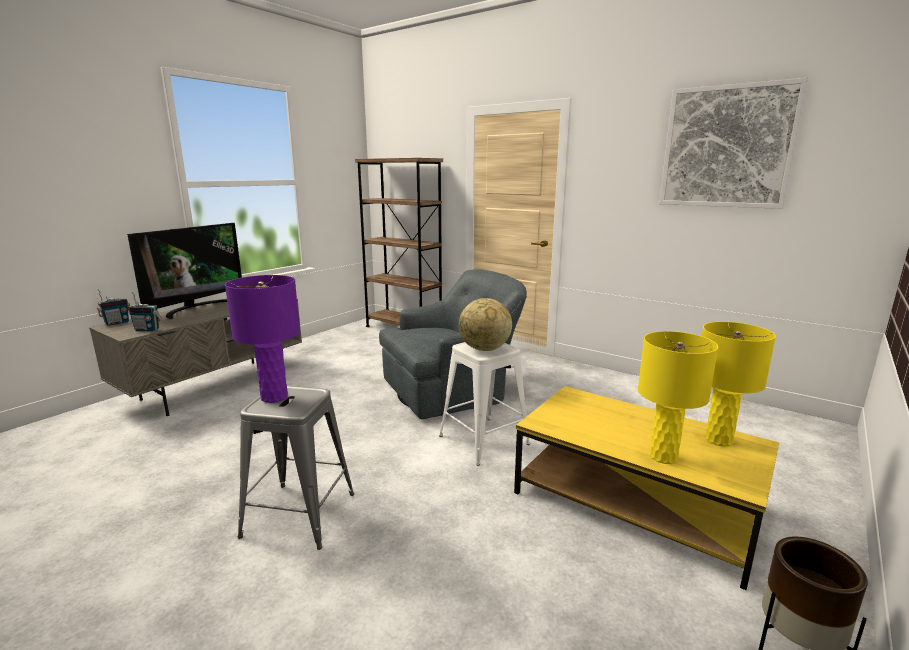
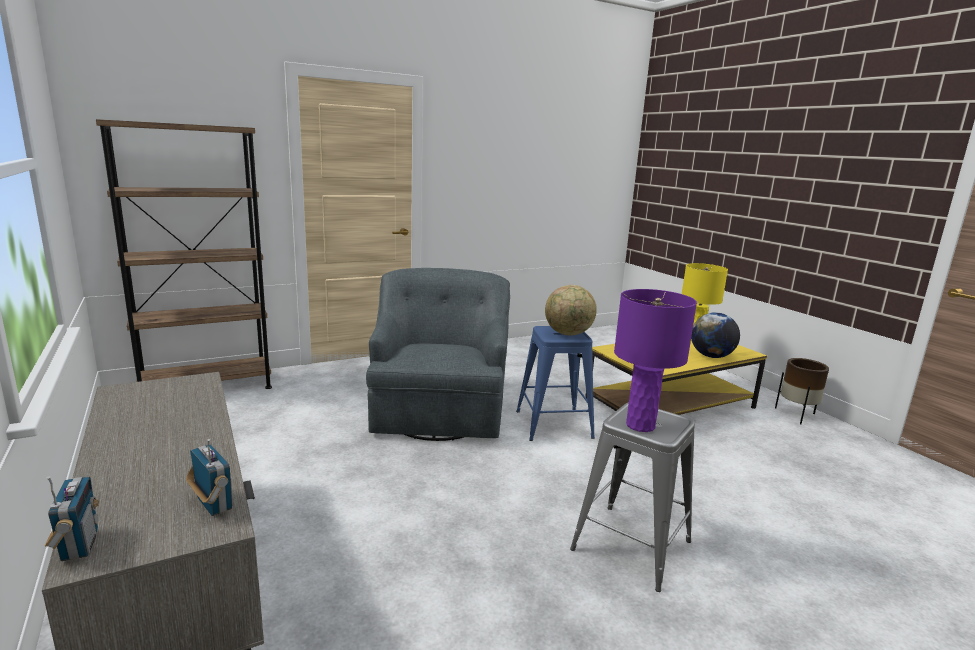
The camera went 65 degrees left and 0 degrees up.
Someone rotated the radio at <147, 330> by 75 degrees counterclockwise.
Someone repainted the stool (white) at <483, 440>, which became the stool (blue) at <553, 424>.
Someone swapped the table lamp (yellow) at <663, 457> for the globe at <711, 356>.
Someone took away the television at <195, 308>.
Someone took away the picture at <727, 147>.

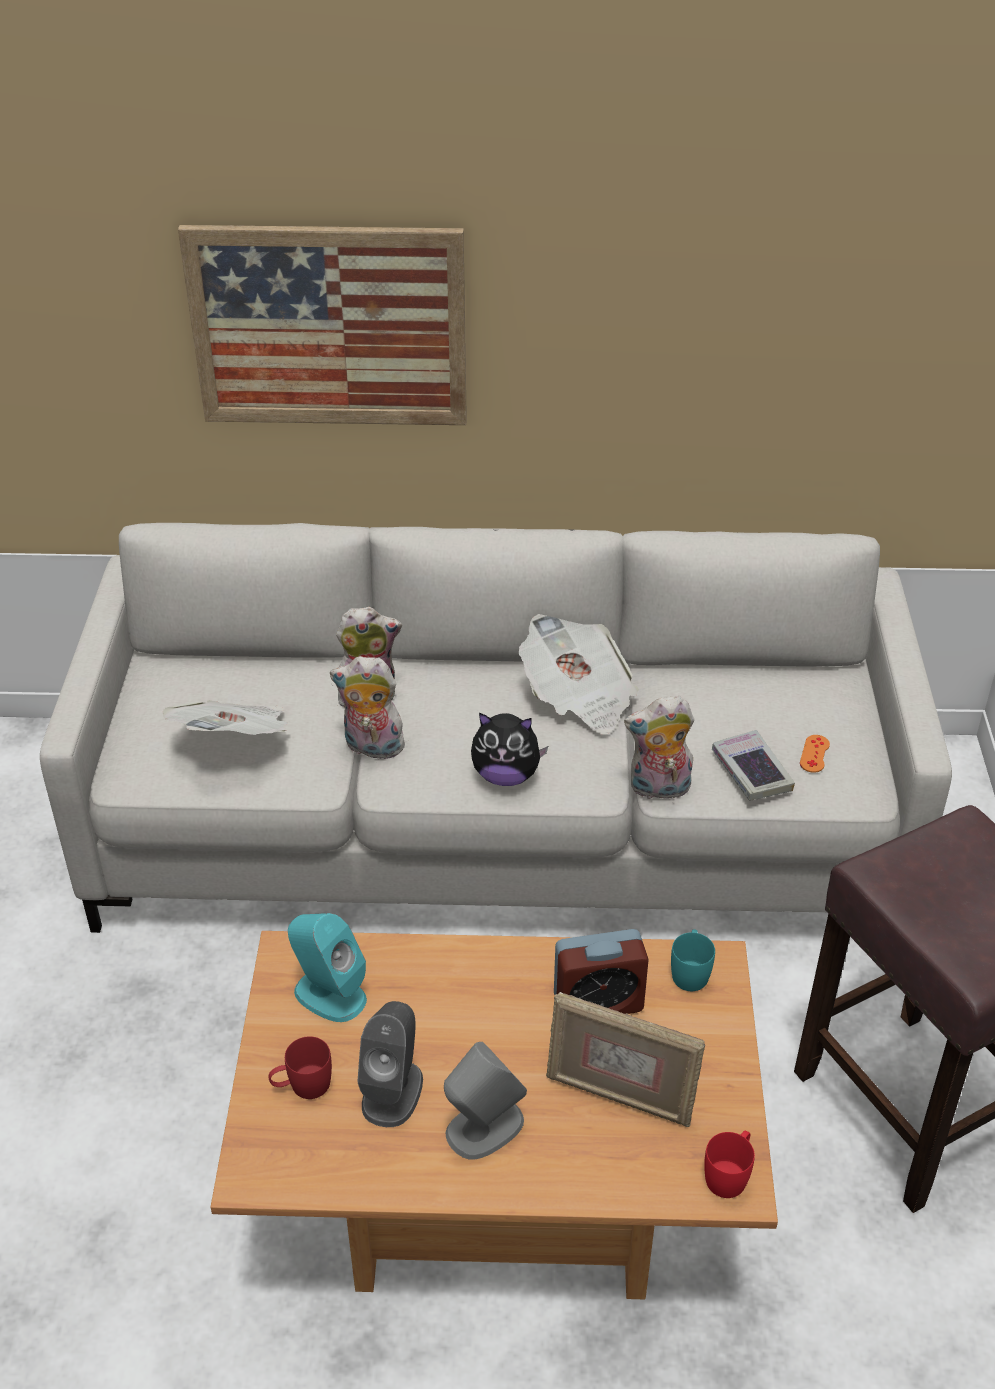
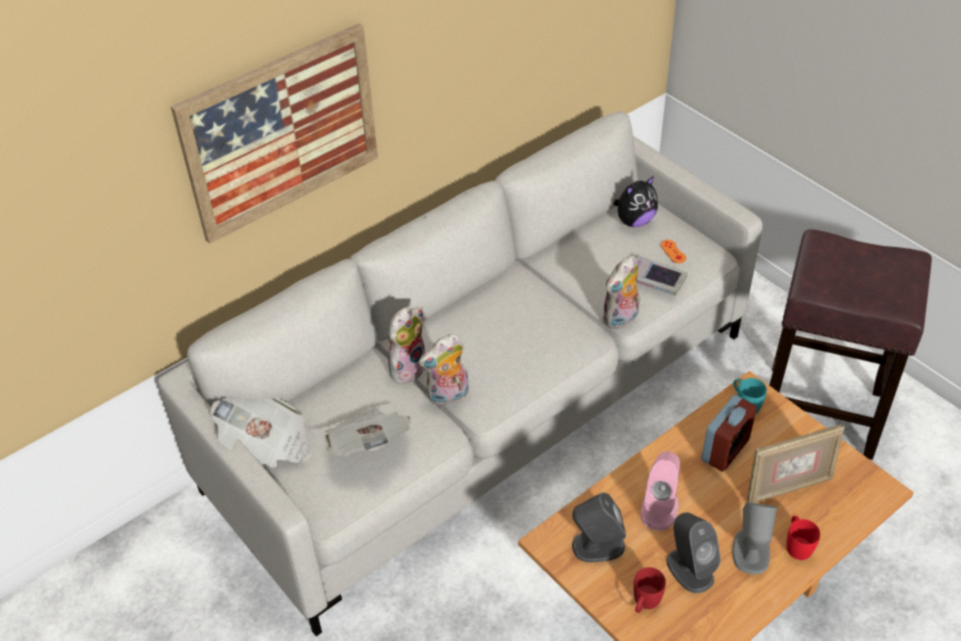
The camera went 40 degrees left and 5 degrees up.
Someone carried the newspaper from <578, 696> to <268, 445>.
Someone repainted the speaker (turquoise) at <329, 994>, which became the speaker (grey) at <597, 546>.
Someone carried the plush toy from <506, 775> to <634, 221>.
Someone put down the speaker (pink) at <659, 508>.
Someone carried the mug (red) from <729, 1174> to <797, 544>.

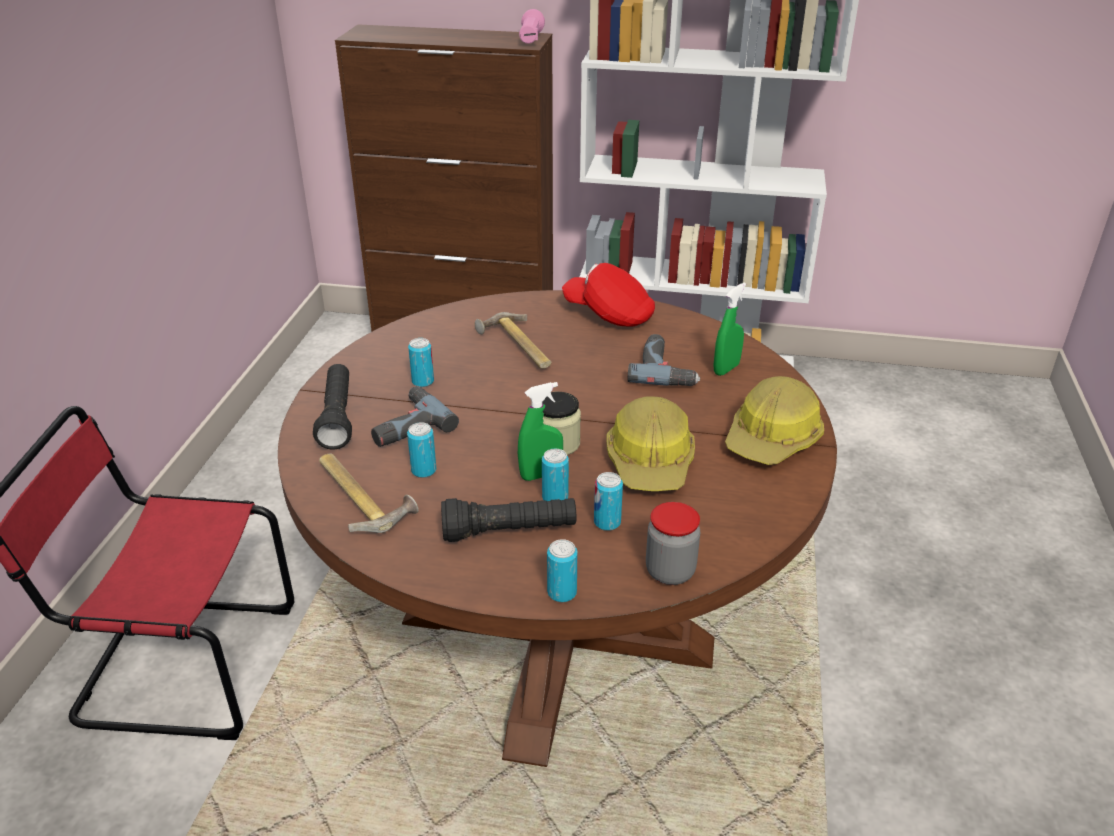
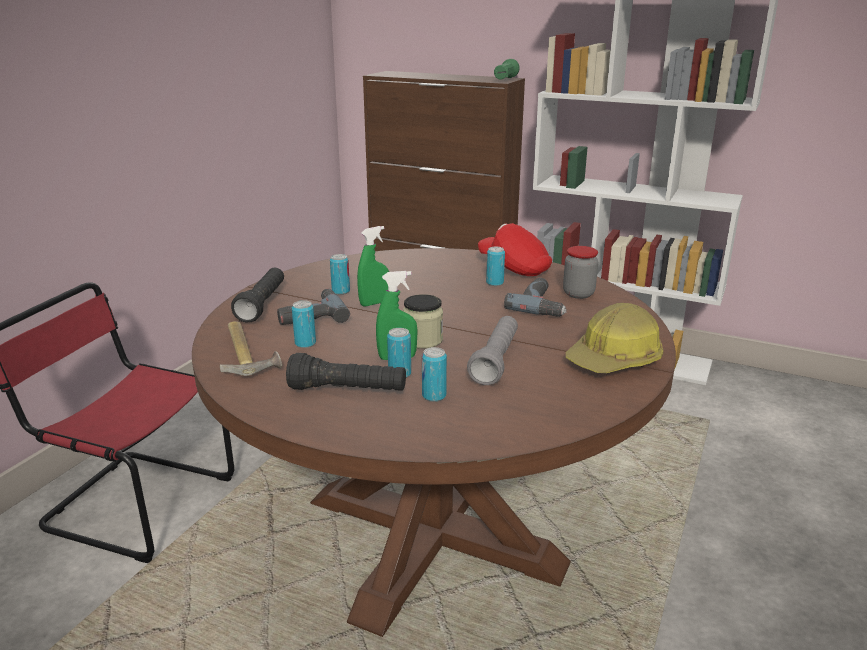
The camera went 15 degrees right and 10 degrees down.
Someone carried the spray bottle (green) from <726, 369> to <374, 303>.
Someone swapped the hard hat at <651, 462> for the flashlight (grey) at <495, 361>.
Someone carried the can from <562, 593> to <494, 283>.
Someone repainted the flashlight (pink) at <530, 40>, which became the flashlight (green) at <505, 79>.
Someone carried the jar from <670, 571> to <578, 294>.
Someone took away the hammer at <517, 347>.

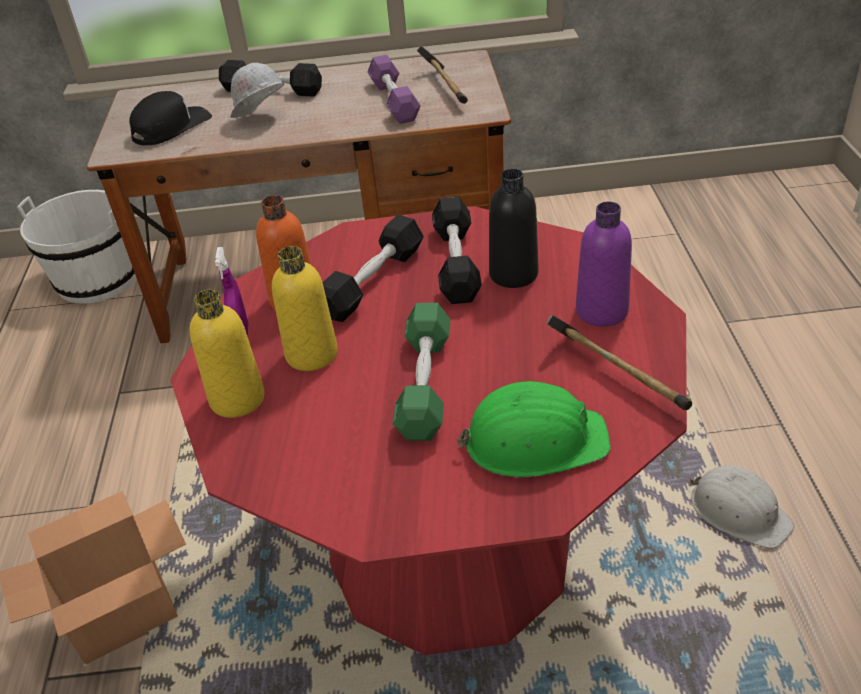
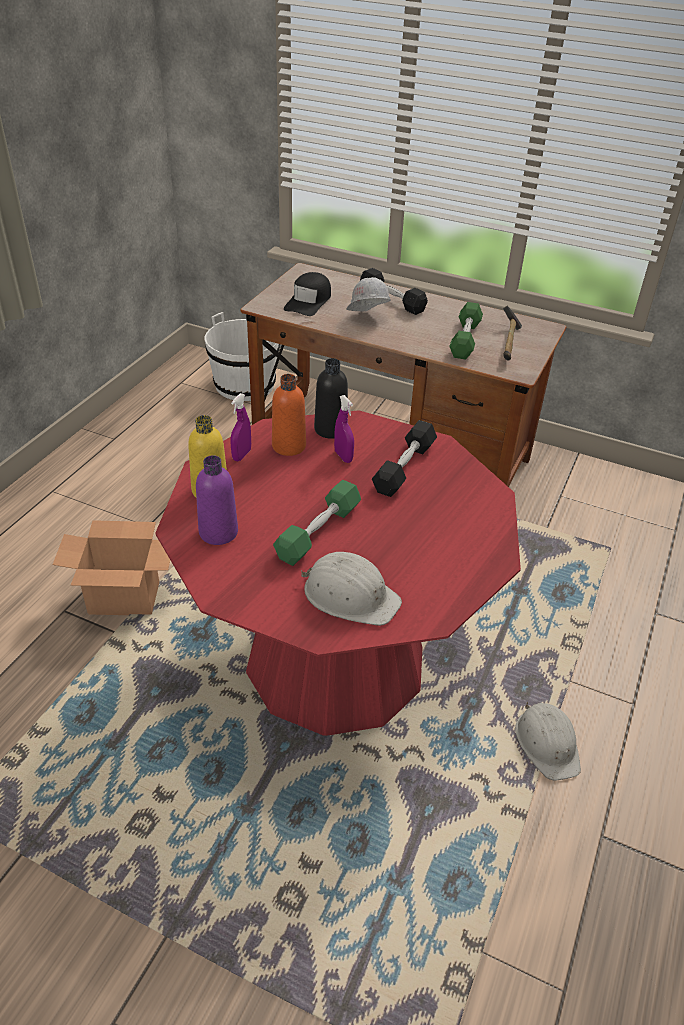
The camera went 25 degrees right and 0 degrees up.
Someone carried the bottle (purple) from <601, 311> to <218, 532>.
Someone rotated the cap (black) at <171, 127> by 135 degrees clockwise.
Someone repainted the hard hat (green) at <534, 440>, which became the hard hat (white) at <350, 595>.
Someone carried the bottle (black) from <513, 274> to <330, 429>.
Someone swapped the dumbbell (black) at <373, 282> for the spray bottle (purple) at <343, 456>.
Someone repainted the dumbbell (purple) at <394, 101>, which became the dumbbell (green) at <465, 339>.
Someone took away the bottle (yellow) at <311, 354>.
Someone took away the hammer at <614, 375>.

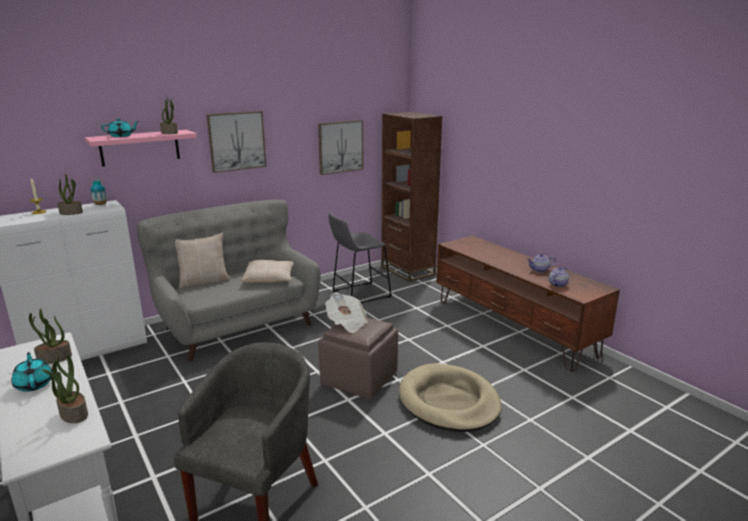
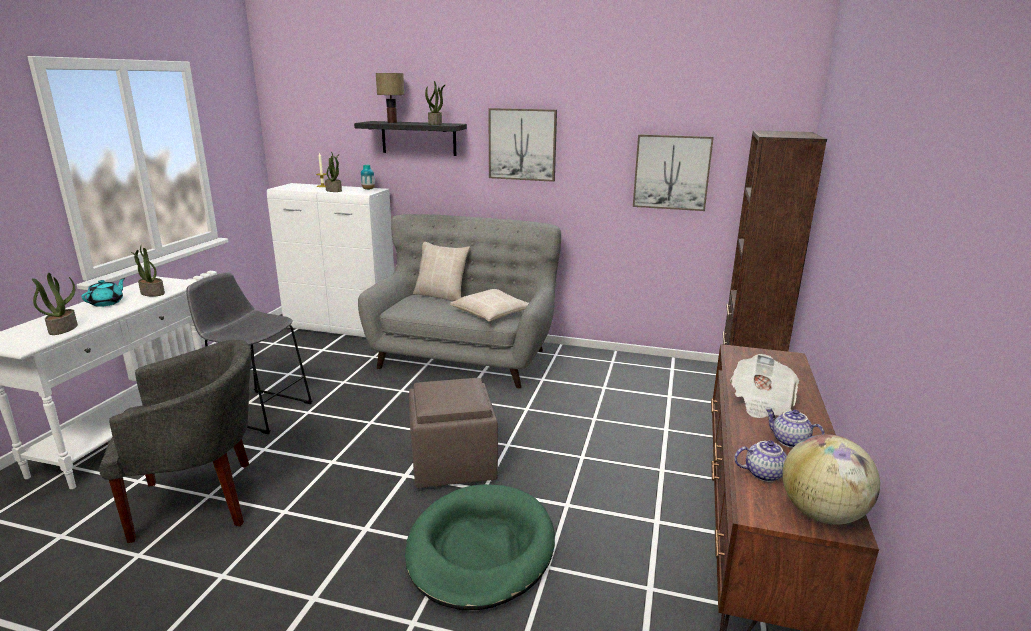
The camera went 50 degrees right and 0 degrees up.
Someone carried the stool (grey) from <358, 295> to <258, 410>.
Someone repainted the shelf (pink) at <140, 147>, which became the shelf (black) at <418, 138>.
Someone swapped the teapot (turquoise) at <121, 136> for the table lamp at <392, 122>.
Someone repainted the dog bed (beige) at <449, 401>, which became the dog bed (green) at <480, 549>.
Someone carried the newspaper from <346, 323> to <761, 403>.
Someone put down the globe at <822, 514>.

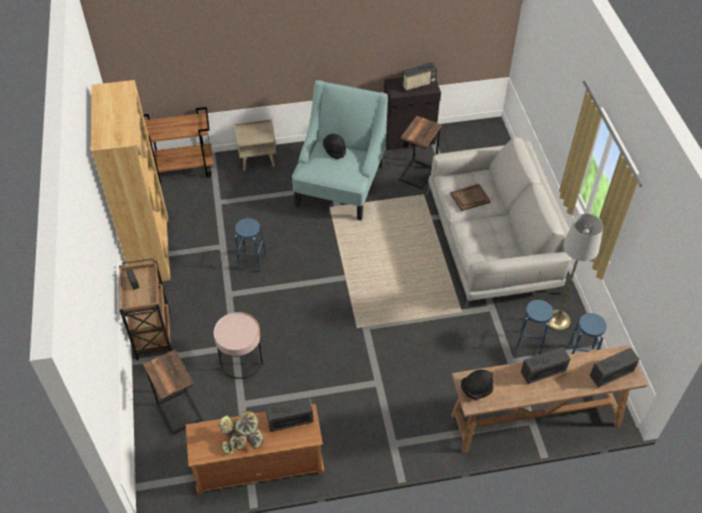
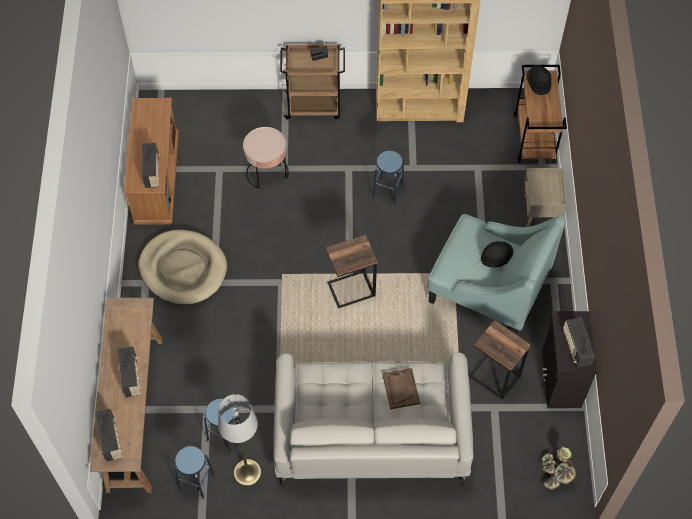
The camera went 100 degrees right and 10 degrees up.
Someone put down the dog bed (beige) at <183, 269>.
Someone carried the side table from <180, 411> to <351, 290>.
Someone carried the hat (black) from <476, 389> to <538, 83>.
Someone carried the potted plant from <242, 439> to <556, 474>.

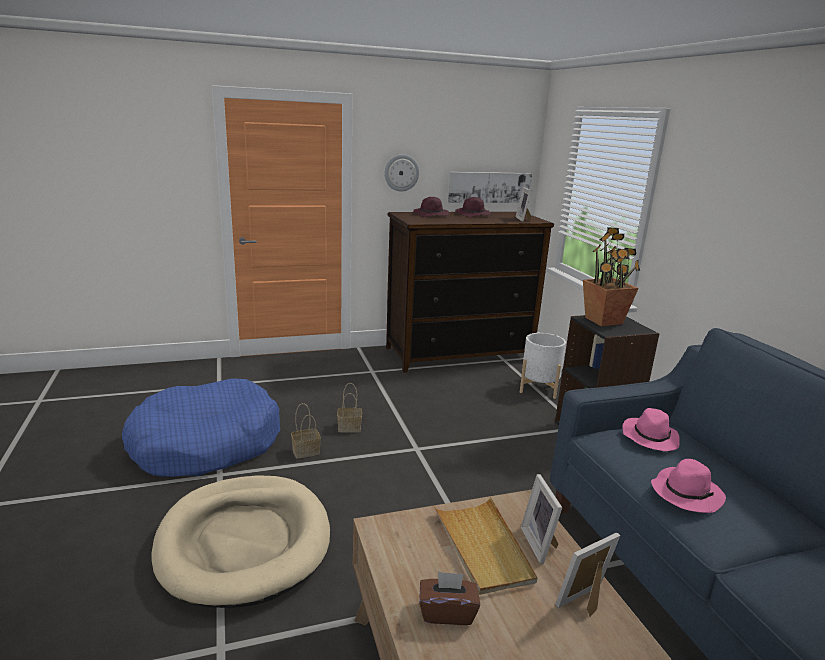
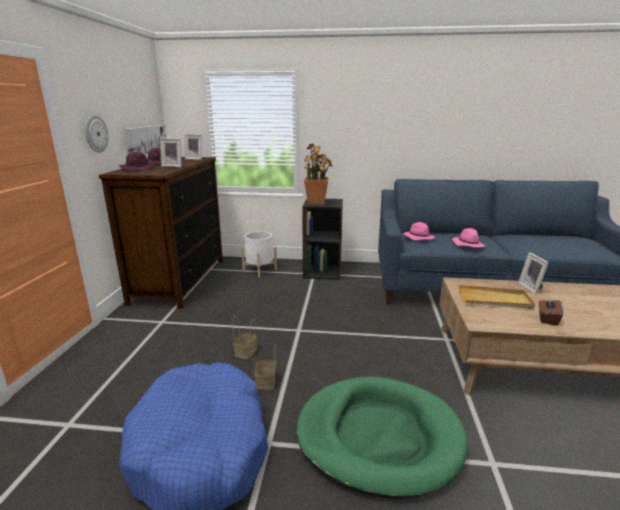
The camera went 65 degrees left and 0 degrees up.
Someone carried the picture frame from <541, 544> to <173, 166>.
Someone repainted the dog bed (beige) at <244, 542>, which became the dog bed (green) at <378, 437>.

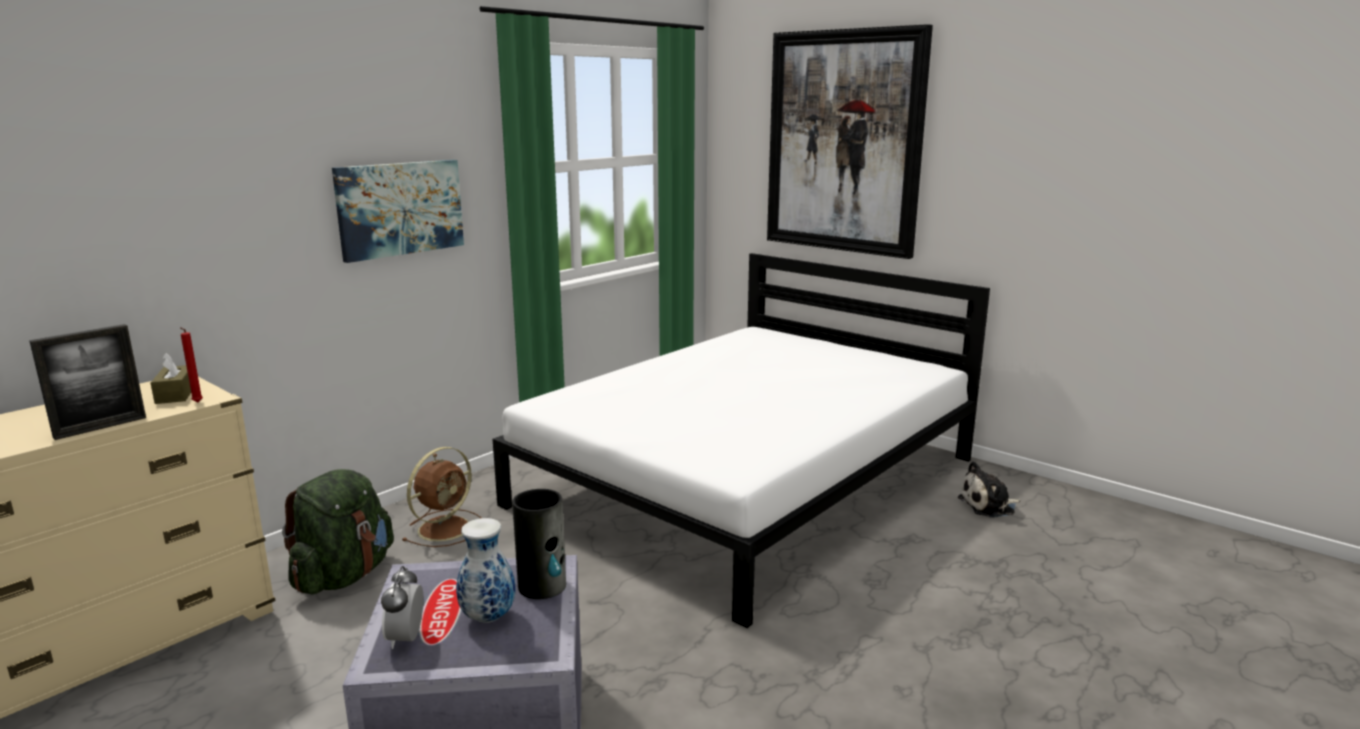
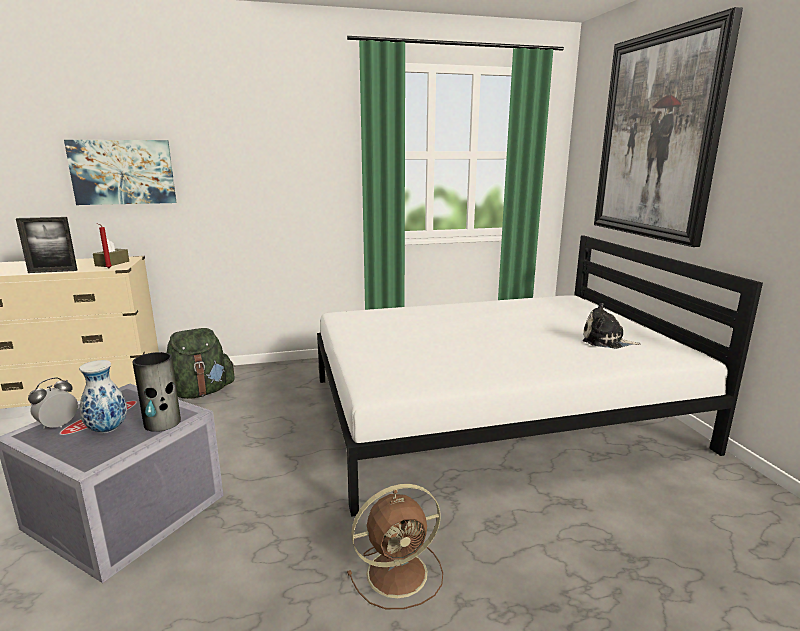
The camera went 35 degrees right and 0 degrees up.
Someone carried the picture from <400, 208> to <123, 172>.
Someone carried the fan (brown) from <446, 527> to <399, 572>.
Someone carried the plush toy from <989, 506> to <606, 341>.

